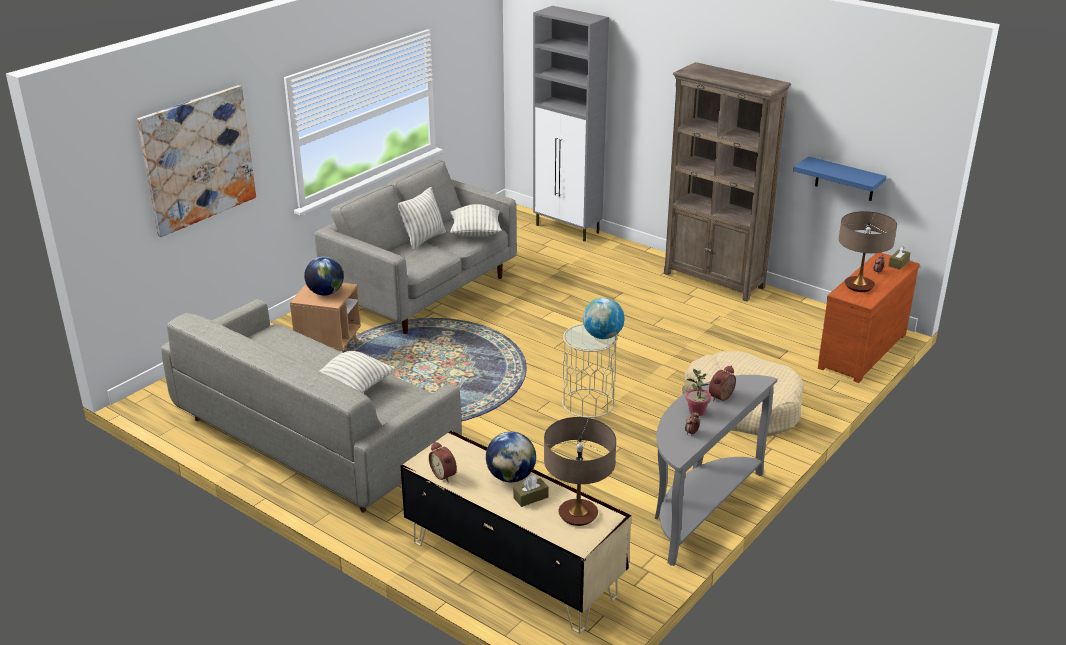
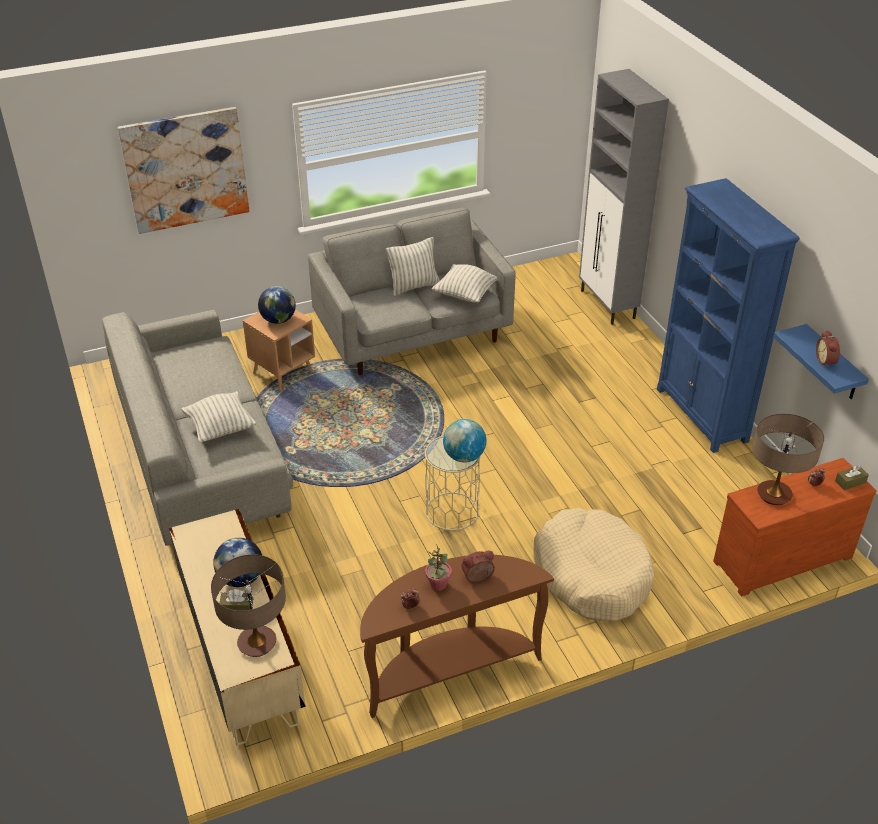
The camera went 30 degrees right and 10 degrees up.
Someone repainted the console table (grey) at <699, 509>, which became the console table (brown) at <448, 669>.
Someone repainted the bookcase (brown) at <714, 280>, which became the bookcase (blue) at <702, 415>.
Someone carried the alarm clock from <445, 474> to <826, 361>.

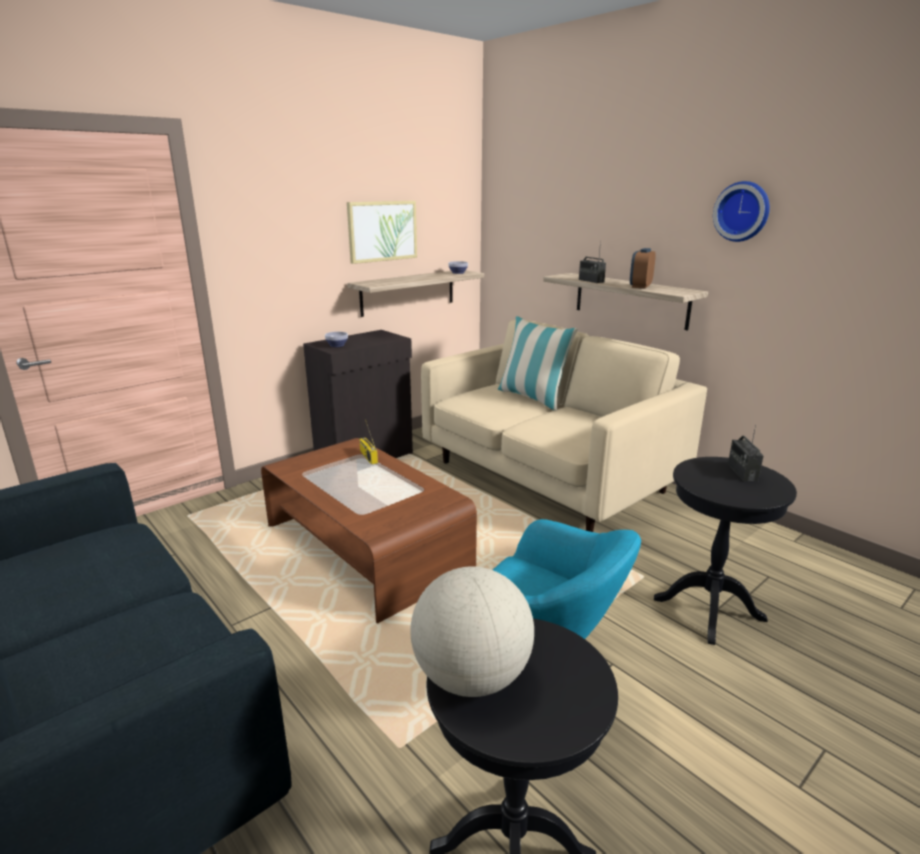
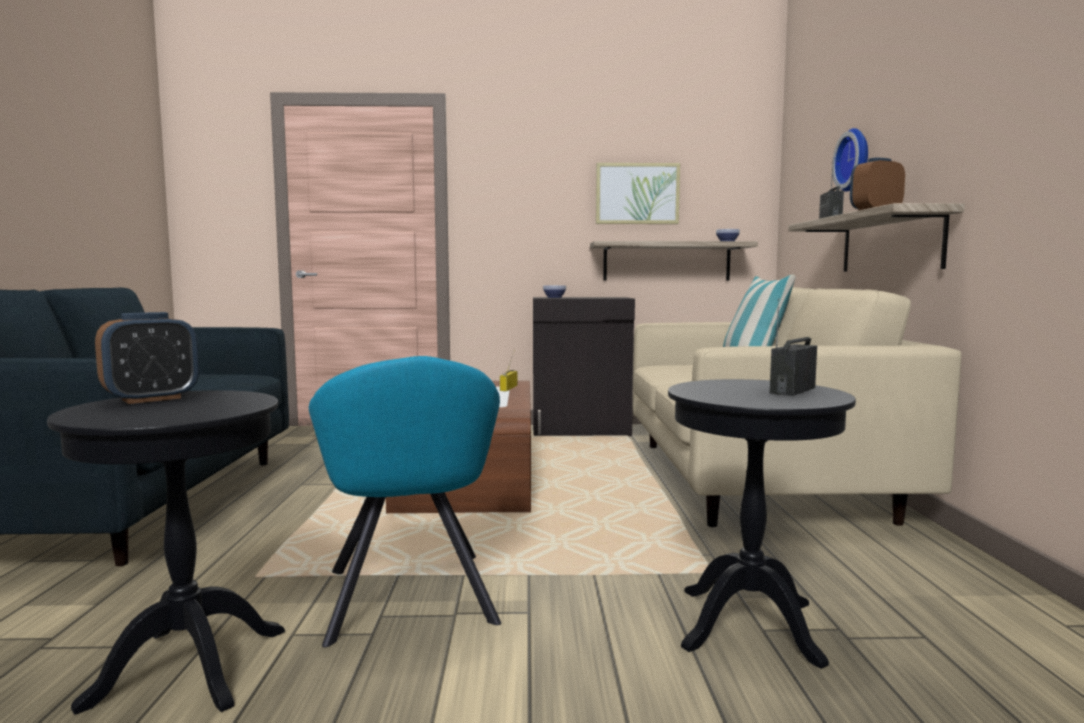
The camera went 40 degrees right and 15 degrees down.
Someone swapped the globe at <471, 677> for the alarm clock at <151, 399>.
Someone carried the wall clock from <742, 211> to <855, 160>.

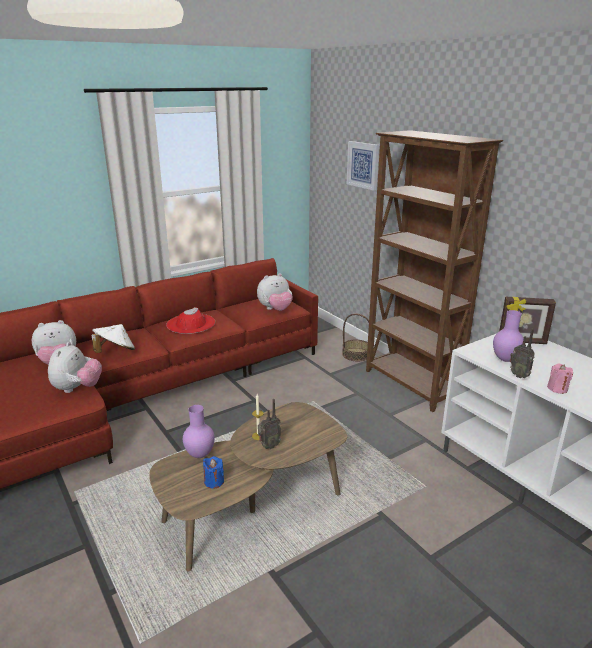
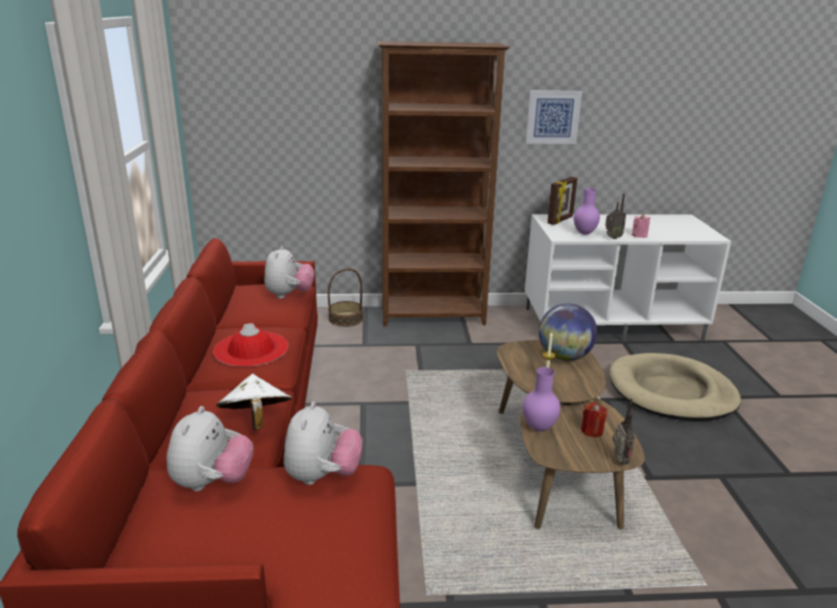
The camera went 60 degrees left and 0 degrees up.
Someone rotated the plush toy at <77, 388> by 60 degrees clockwise.
Someone carried the picture from <363, 165> to <552, 117>.
Someone put down the globe at <564, 357>.
Someone repainted the candle (blue) at <214, 481>, which became the candle (red) at <592, 431>.
Someone put down the dog bed (beige) at <671, 392>.
Someone carried the radio from <268, 446> to <619, 462>.

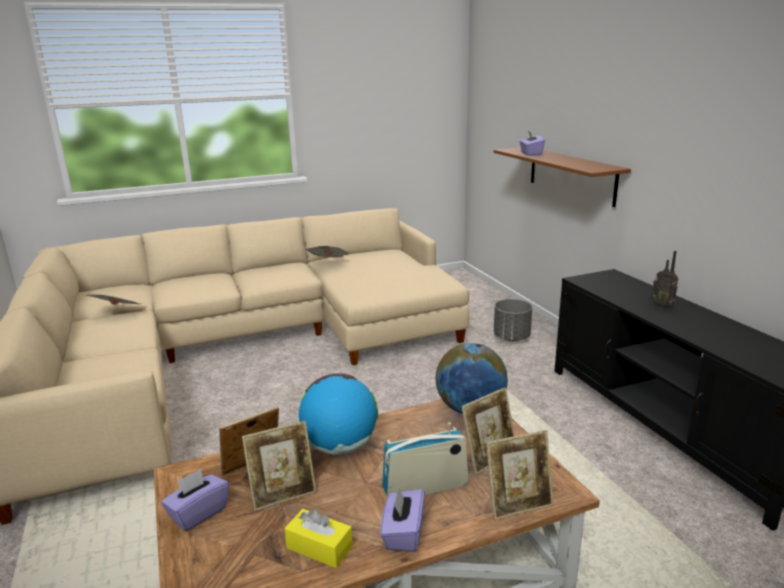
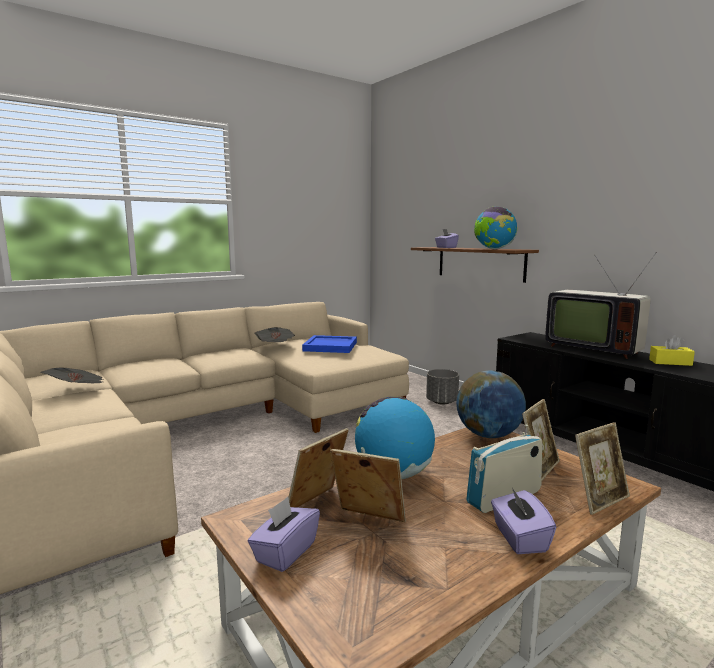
The camera went 15 degrees left and 10 degrees down.
Someone put down the tray (blue) at <331, 346>.
Someone rotated the picture frame at <283, 494> by 120 degrees counterclockwise.
Someone put down the globe at <494, 249>.
Someone swapped the radio at <663, 305> for the television at <593, 348>.
Someone carried the tissue box (yellow) from <319, 547> to <670, 362>.

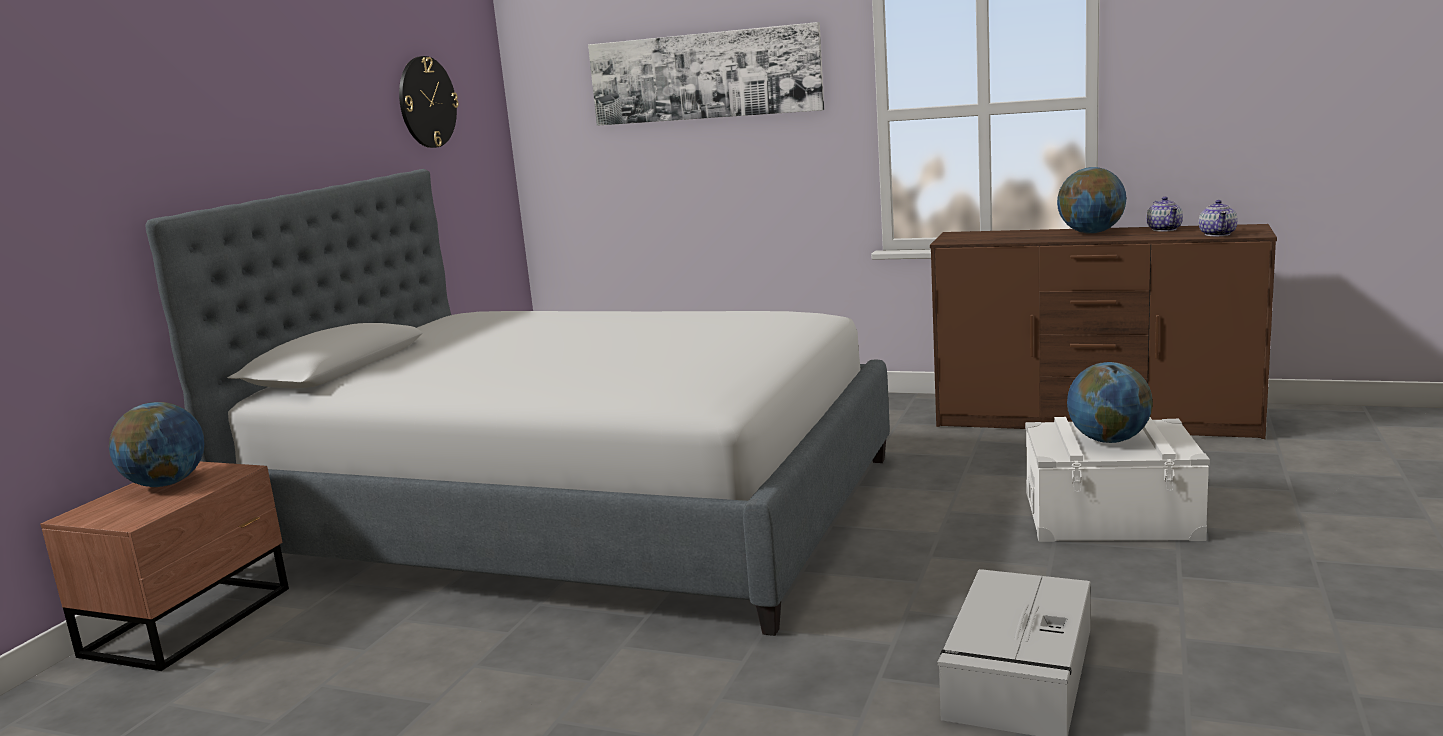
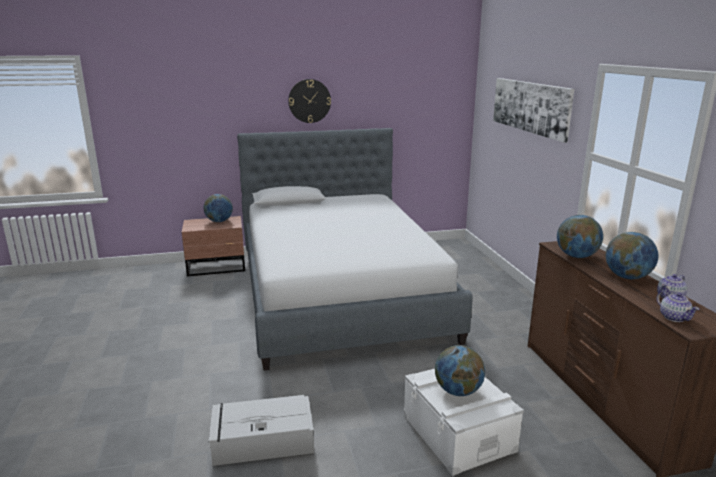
The camera went 55 degrees right and 5 degrees up.
Someone carried the wall clock from <427, 102> to <309, 101>.
Someone put down the globe at <576, 256>.
Someone rotated the teapot at <1217, 234> by 90 degrees counterclockwise.

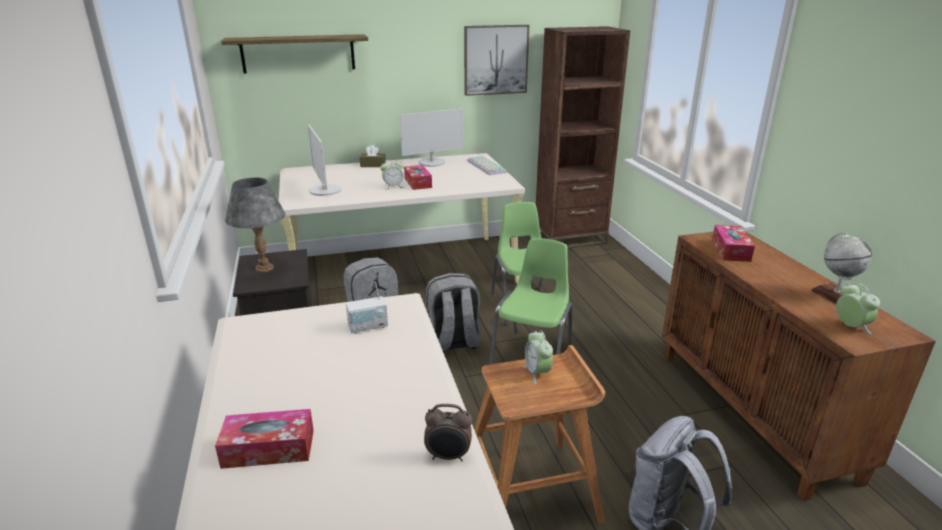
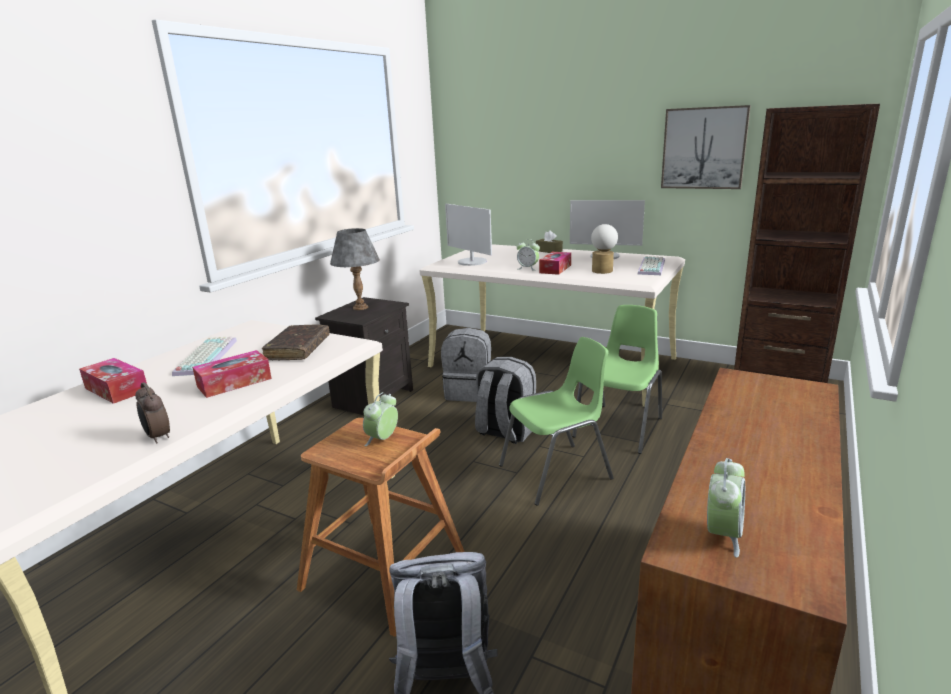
The camera went 45 degrees right and 5 degrees down.
Someone put down the keyboard at <205, 356>.
Someone carried the tissue box from <730, 250> to <234, 382>.
Someone swapped the radio at <368, 326> for the book (brown) at <298, 349>.
Someone rotated the monitor at <324, 190> by 60 degrees counterclockwise.
Someone put down the table lamp at <603, 270>.
Someone took away the shelf at <298, 53>.
Someone took away the globe at <835, 296>.

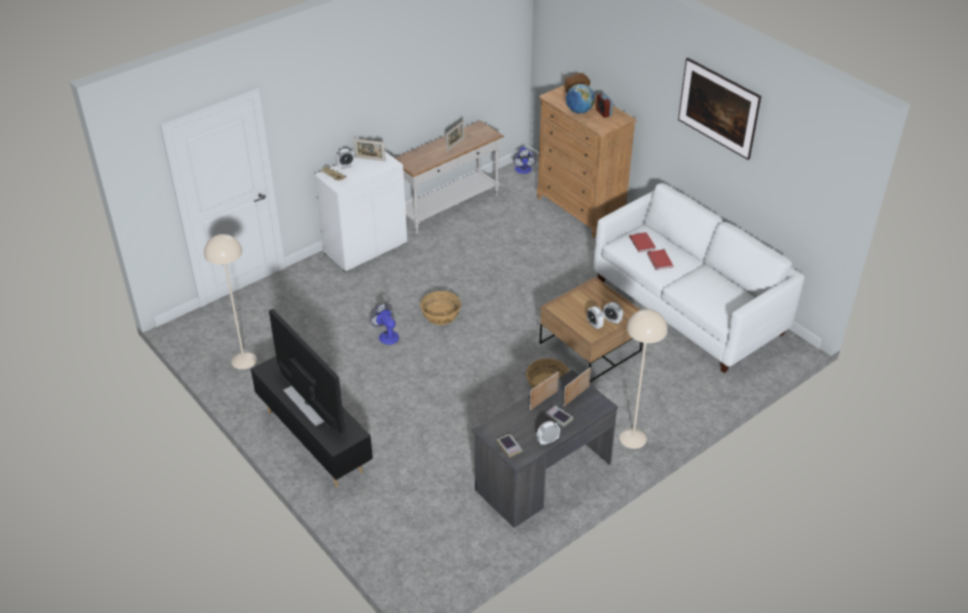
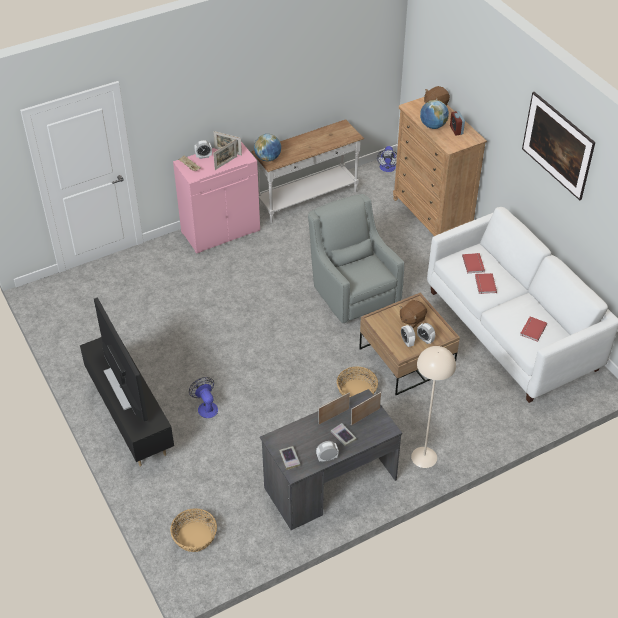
The camera went 10 degrees right and 5 degrees up.
Someone carried the basket from <441, 315> to <195, 537>.
Someone repainted the cabinet (white) at <365, 247>, which became the cabinet (pink) at <220, 231>.
Someone carried the fan from <386, 335> to <206, 407>.
Someone carried the picture frame from <455, 145> to <226, 163>.
Someone put down the globe at <268, 158>.
Someone put down the armchair (grey) at <352, 293>.
Someone put down the plush toy (brown) at <412, 319>.
Someone put down the book (red) at <532, 329>.
Someone took away the floor lamp (beige) at <243, 360>.

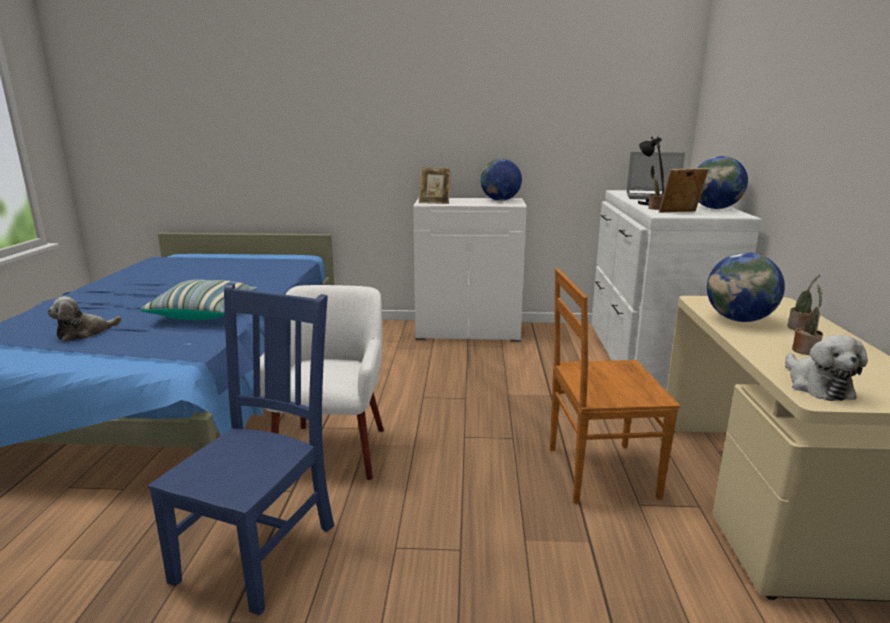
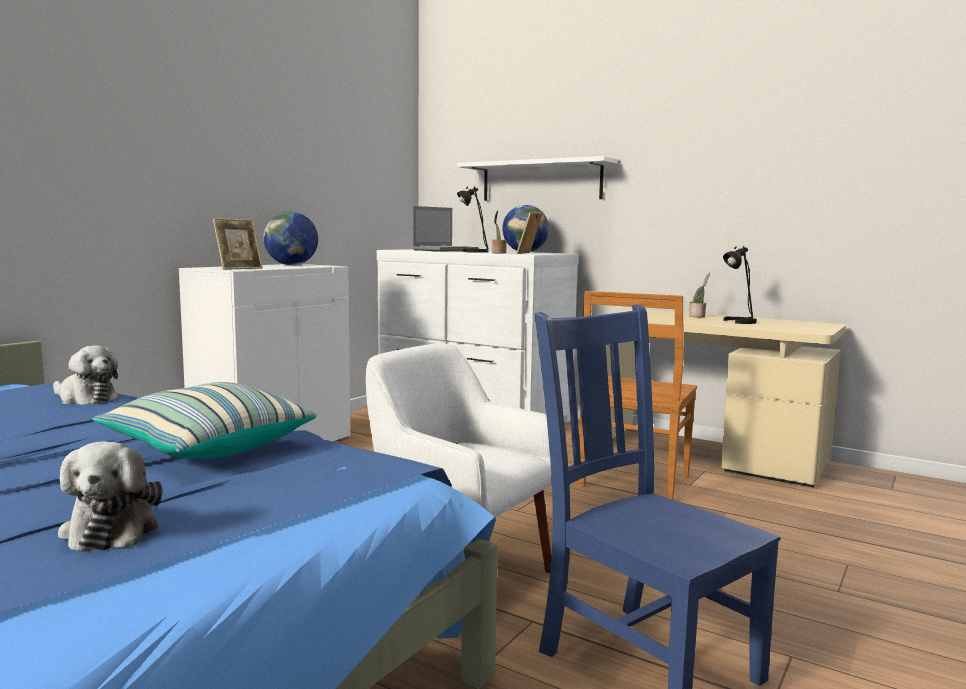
The camera went 60 degrees left and 10 degrees down.
Someone carried the plush toy from <817, 386> to <85, 398>.
Someone put up the shelf (white) at <541, 181>.
Someone swapped the potted plant at <805, 350> for the table lamp (black) at <737, 321>.
Someone took away the globe at <739, 320>.

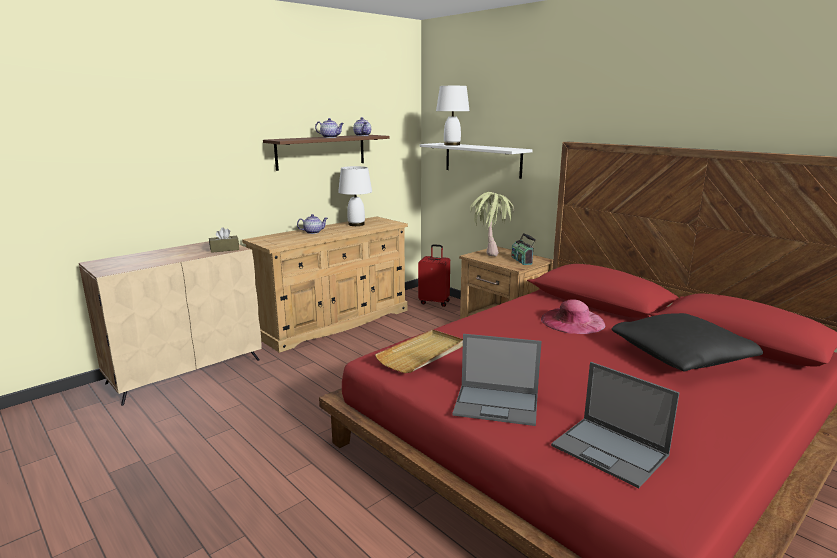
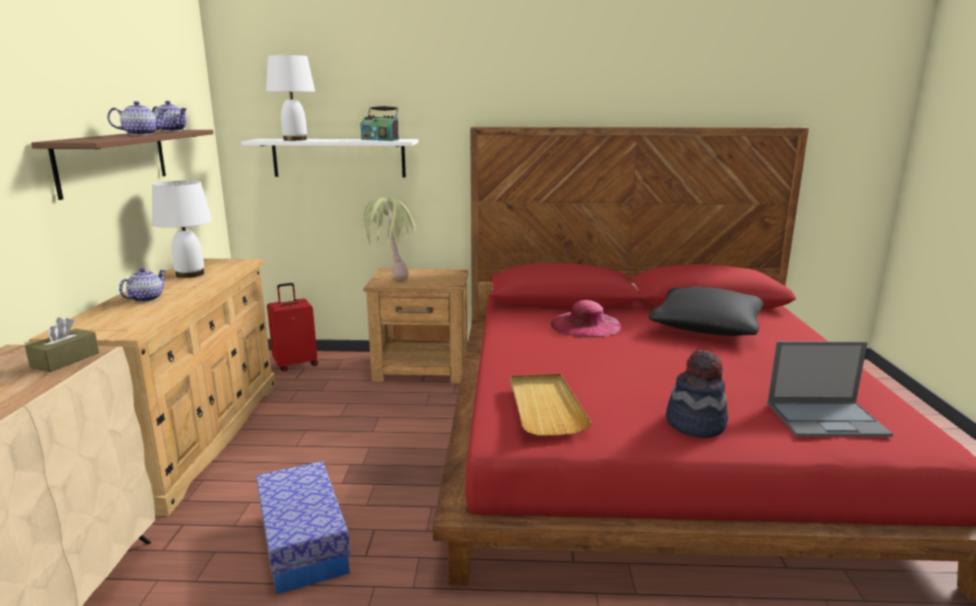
The camera went 45 degrees left and 0 degrees up.
Someone put down the storage box at <303, 543>.
Someone carried the radio from <522, 260> to <380, 139>.
Someone swapped the laptop at <497, 404> for the hat at <695, 424>.

